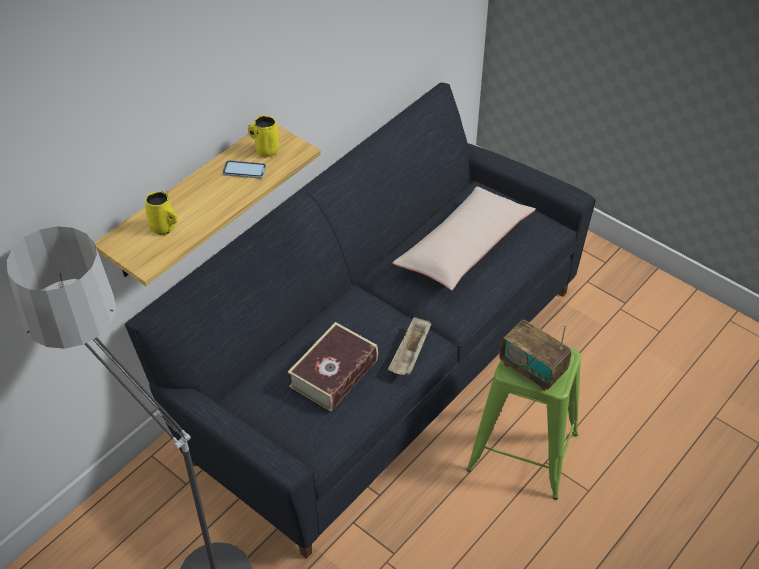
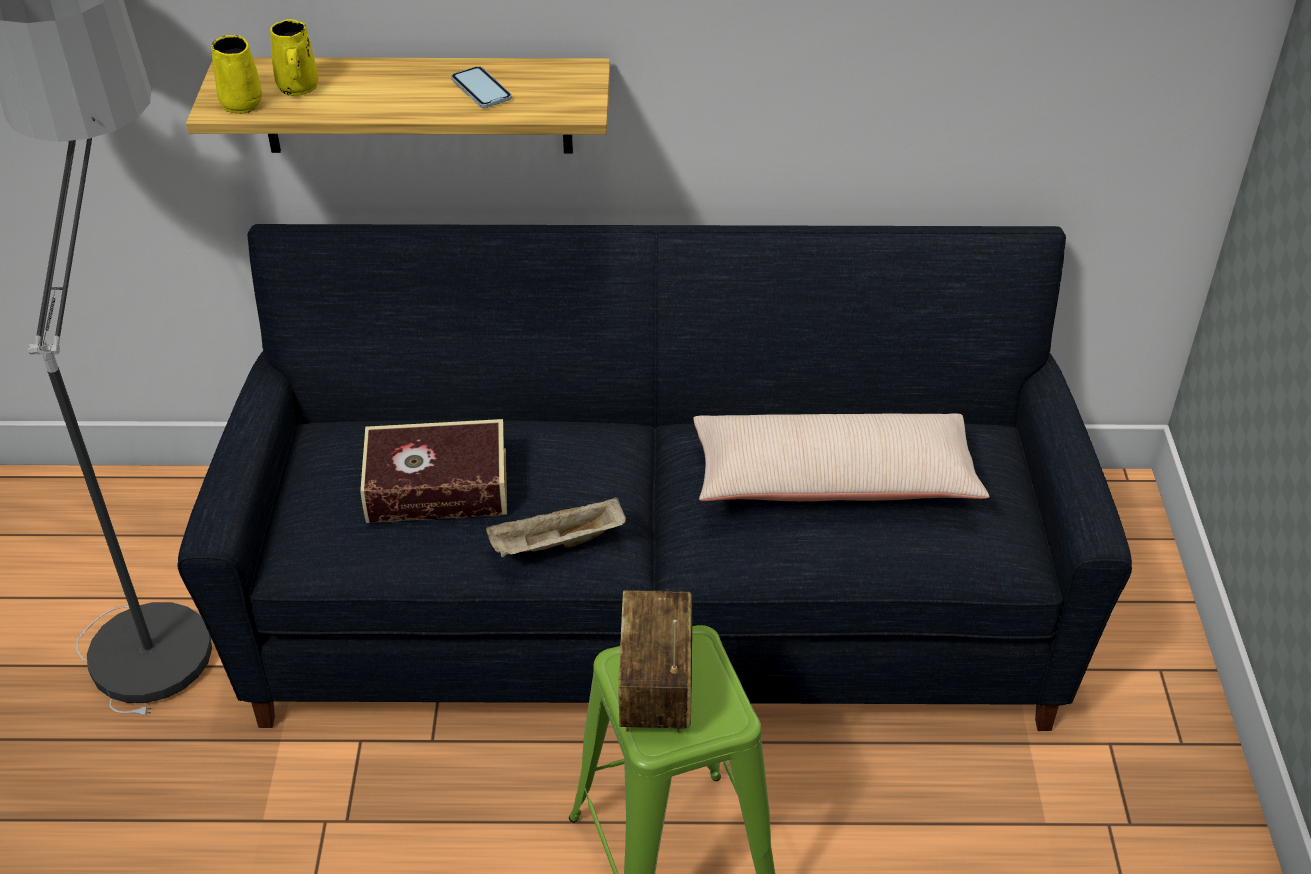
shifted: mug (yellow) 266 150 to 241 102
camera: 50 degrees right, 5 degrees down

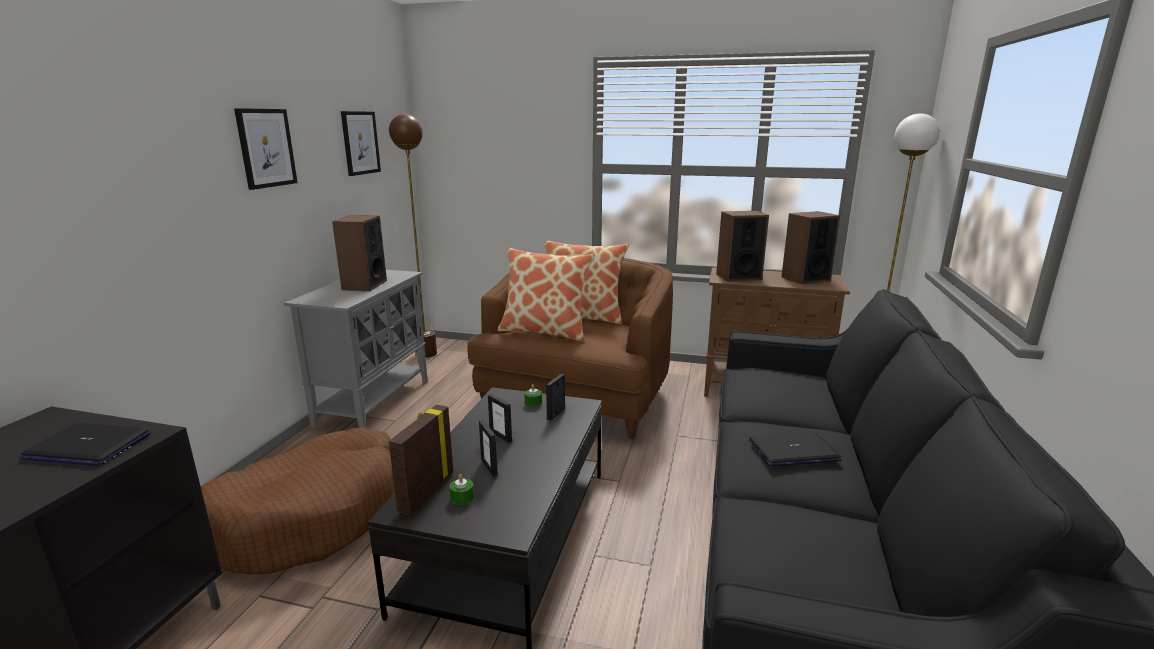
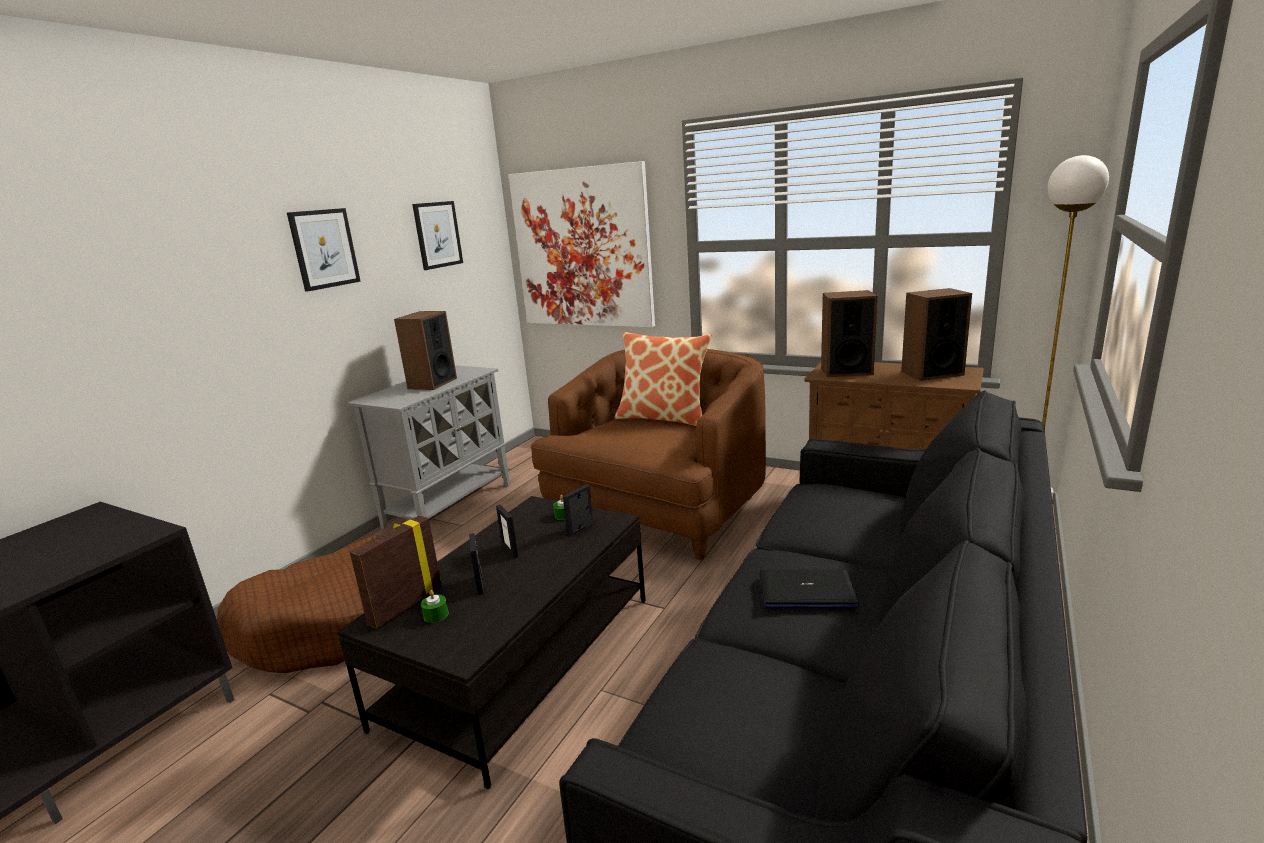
gone: laptop 87 446; floor lamp (brown) 426 354; pillow 545 331
new: picture 582 248
camera: 15 degrees right, 0 degrees up

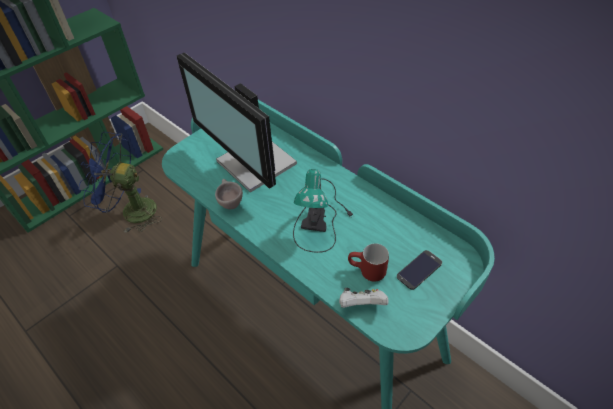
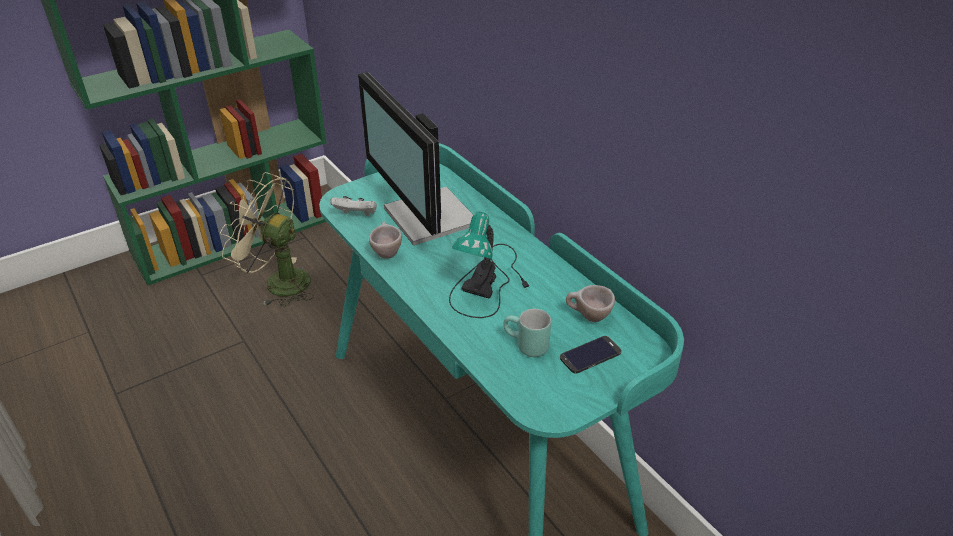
new: cup (beige) 588 317
shifted: game controller (white) 361 305 to 356 215
repainted: fan (blue) 131 211 to fan (beige) 278 282; mug (red) 367 272 to mug (turquoise) 525 347
camera: 10 degrees right, 10 degrees down

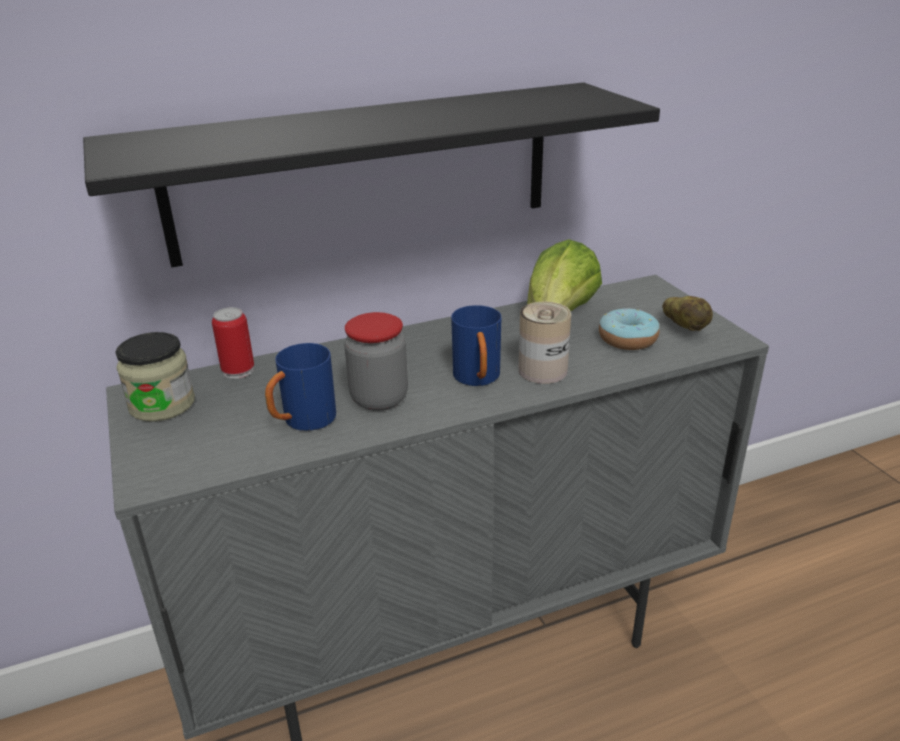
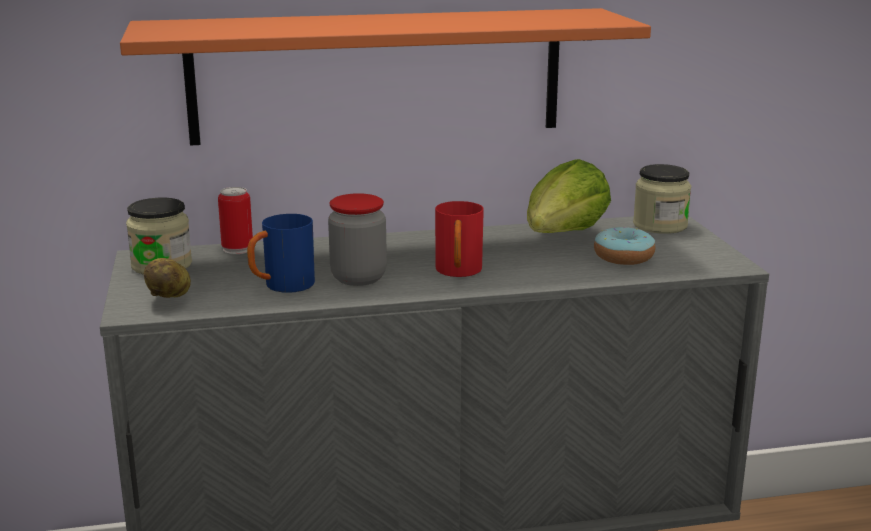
gone: can 542 371
new: jar 660 225
shifted: potato 684 328 to 171 296
repainted: shelf (black) 364 172 to shelf (orange) 377 76; mug (blue) 478 380 to mug (red) 458 273
camera: 10 degrees right, 10 degrees down

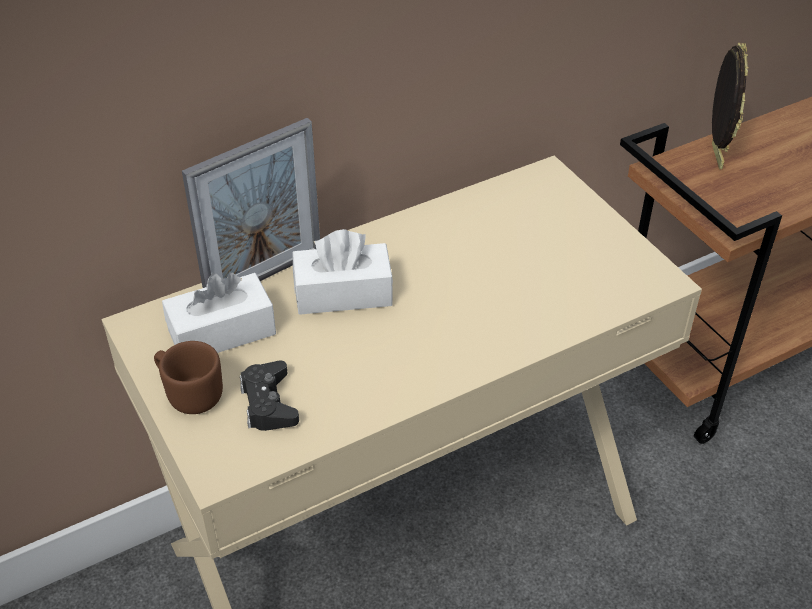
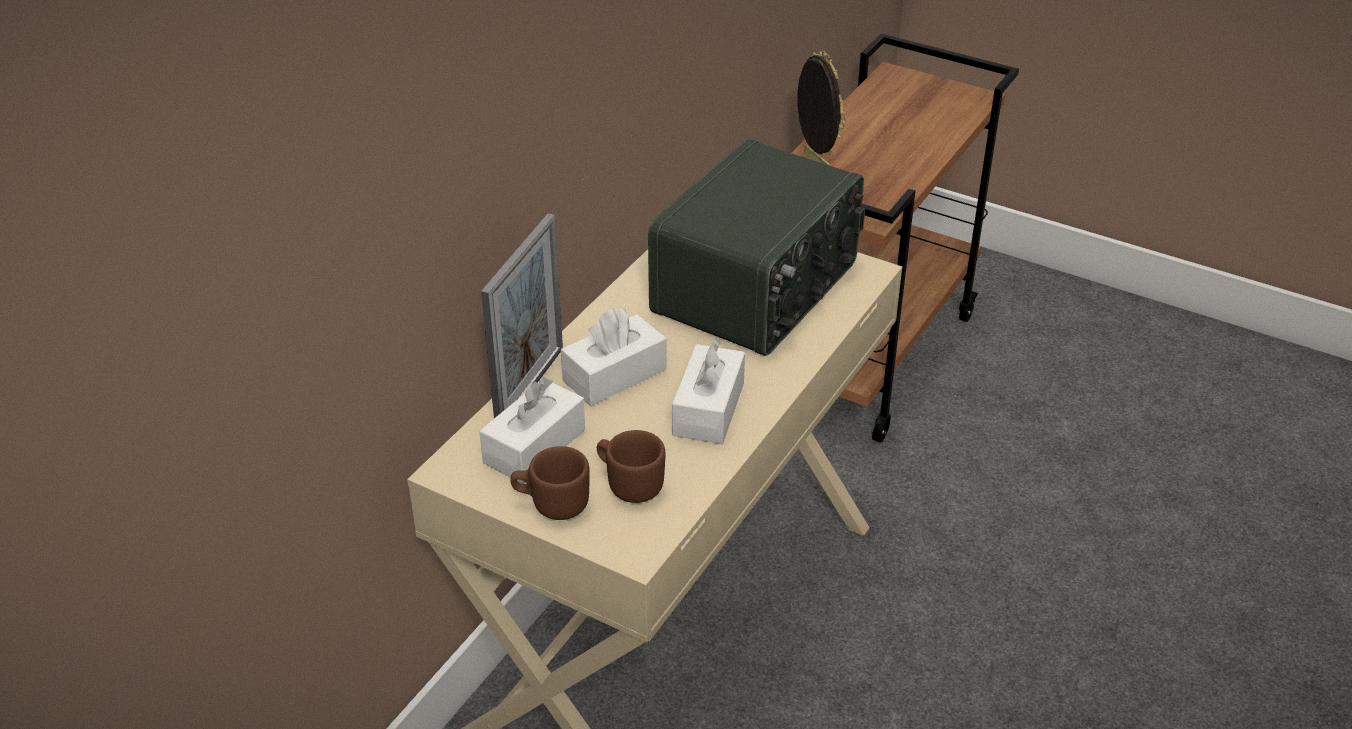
new: radio 758 289; tissue box (white) 708 409
swapped: game controller (black) 269 403 to mug (brown) 629 483
camera: 30 degrees left, 5 degrees down

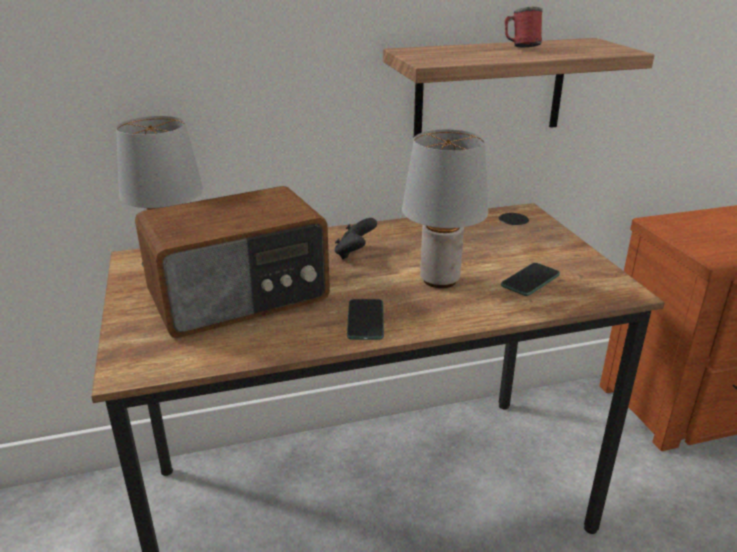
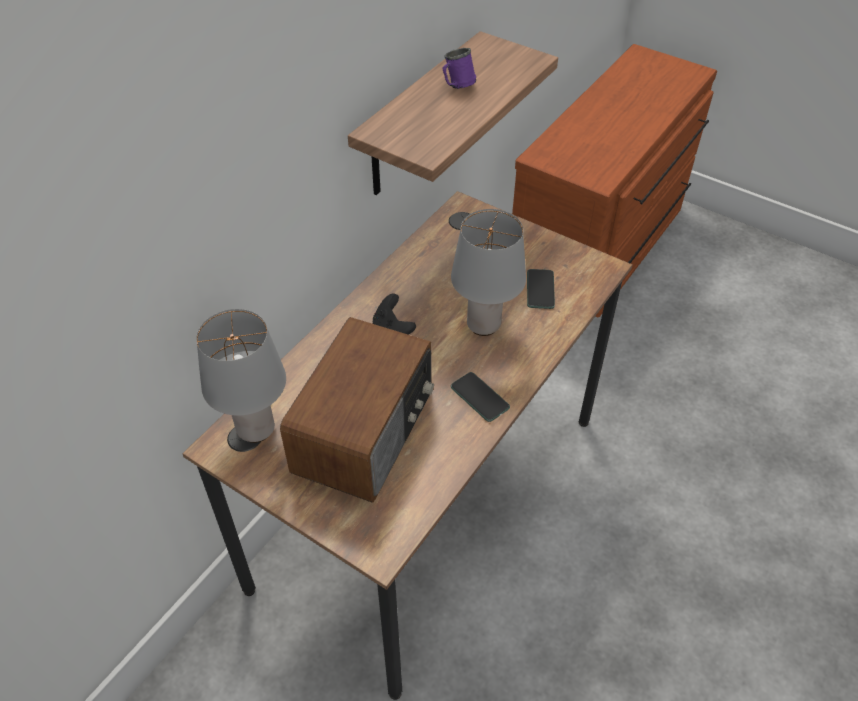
repainted: mug (red) 520 48 to mug (purple) 457 87
camera: 40 degrees left, 20 degrees up

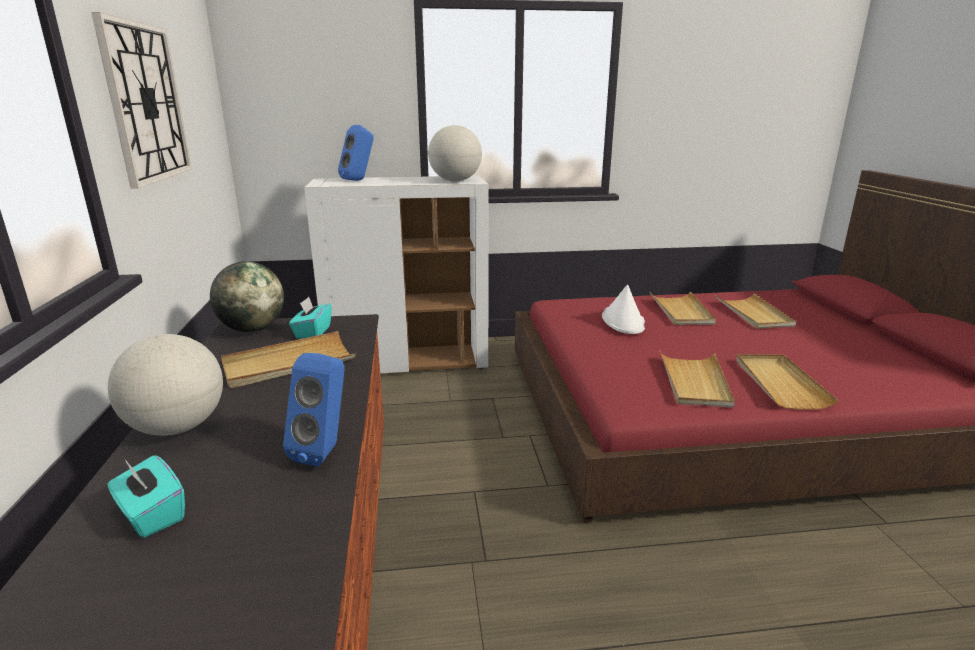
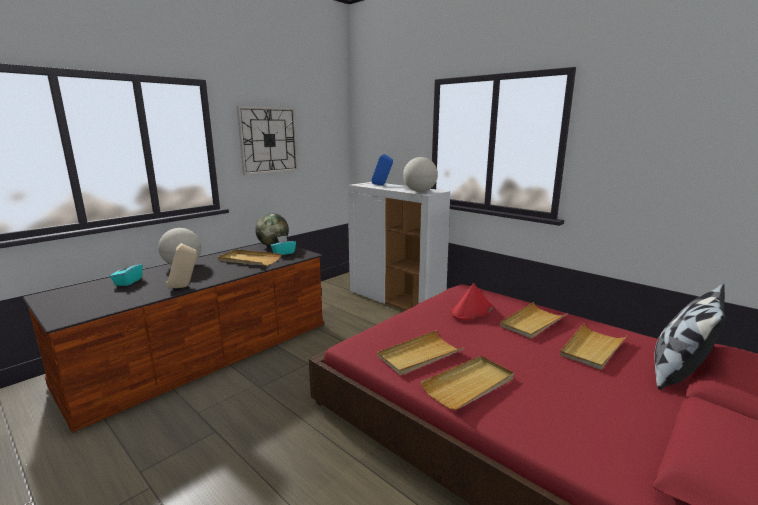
new: pillow 678 372
repainted: speaker (blue) 325 451 to speaker (beige) 184 287; hat (white) 623 321 to hat (red) 471 311
camera: 50 degrees right, 5 degrees down

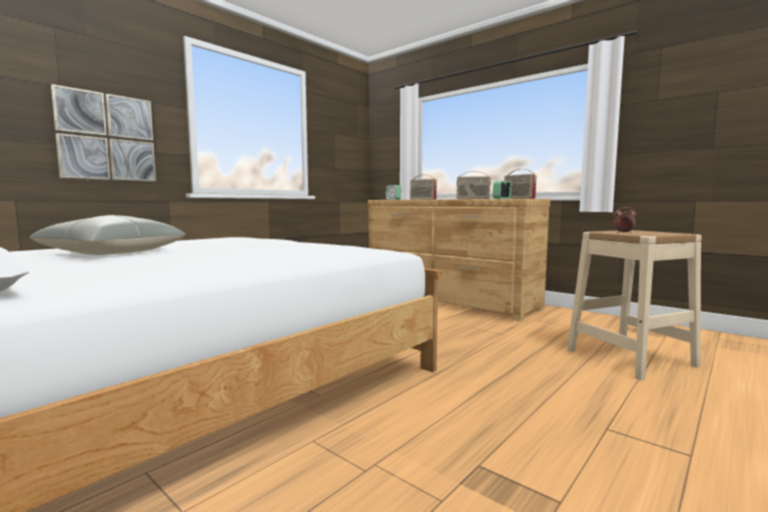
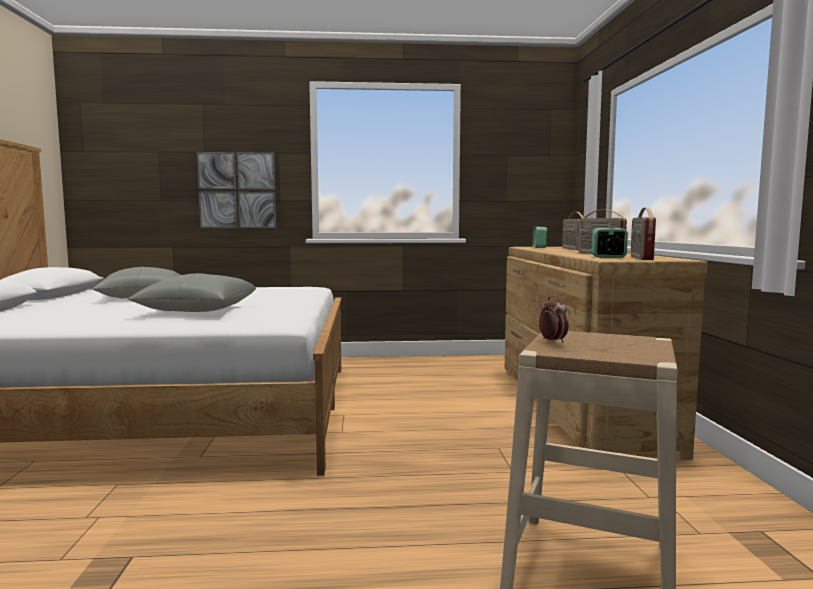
new: pillow (grey) 197 309
camera: 45 degrees right, 0 degrees up

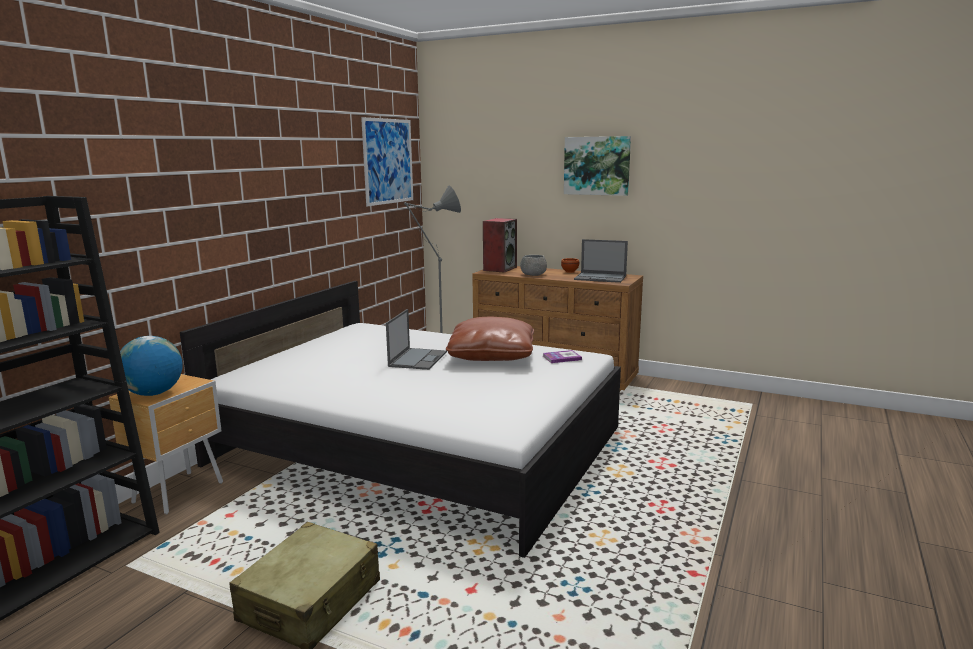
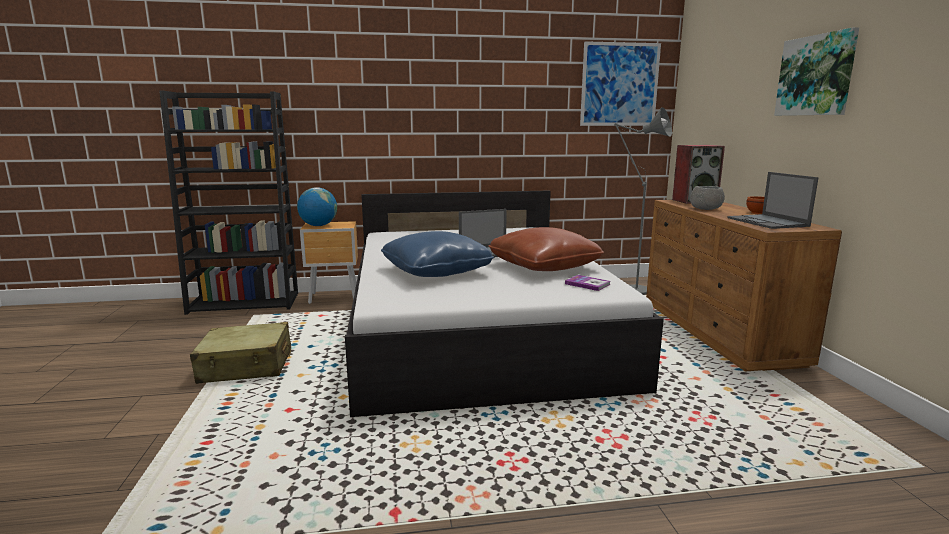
new: pillow (blue) 436 271
camera: 55 degrees right, 0 degrees up

